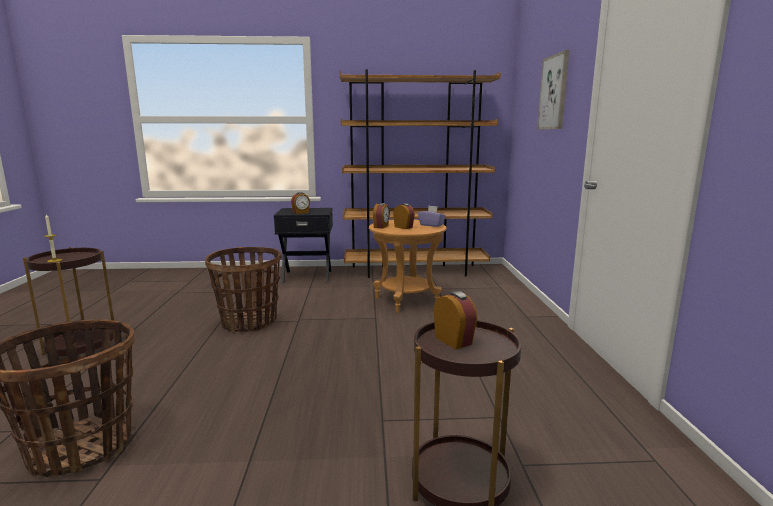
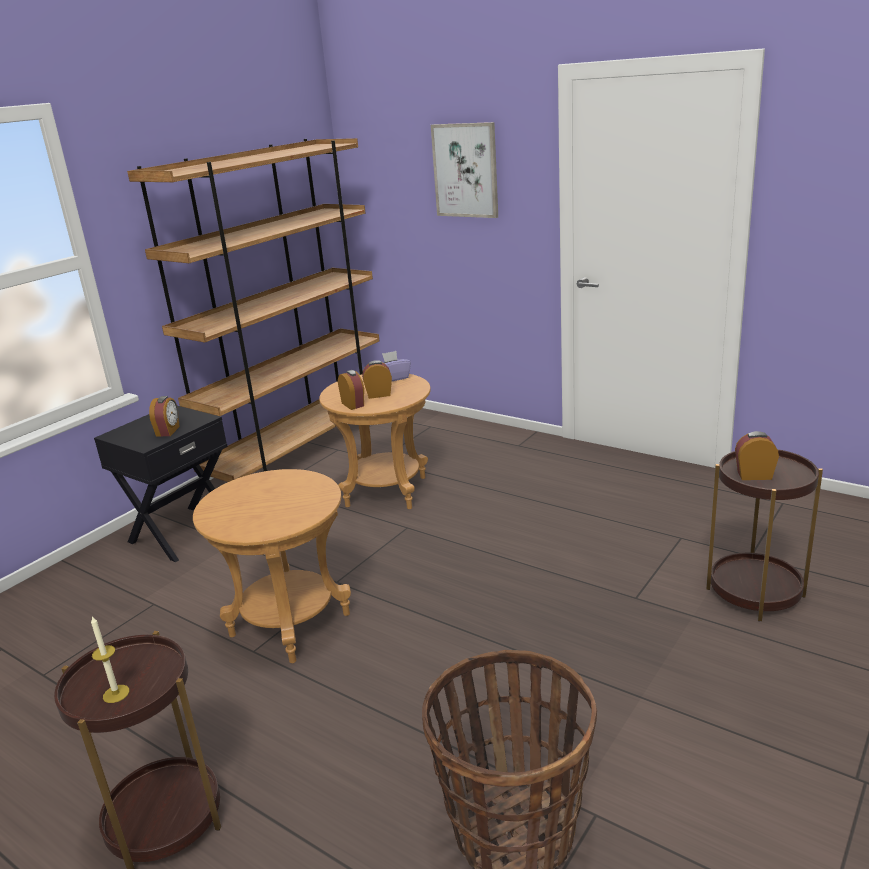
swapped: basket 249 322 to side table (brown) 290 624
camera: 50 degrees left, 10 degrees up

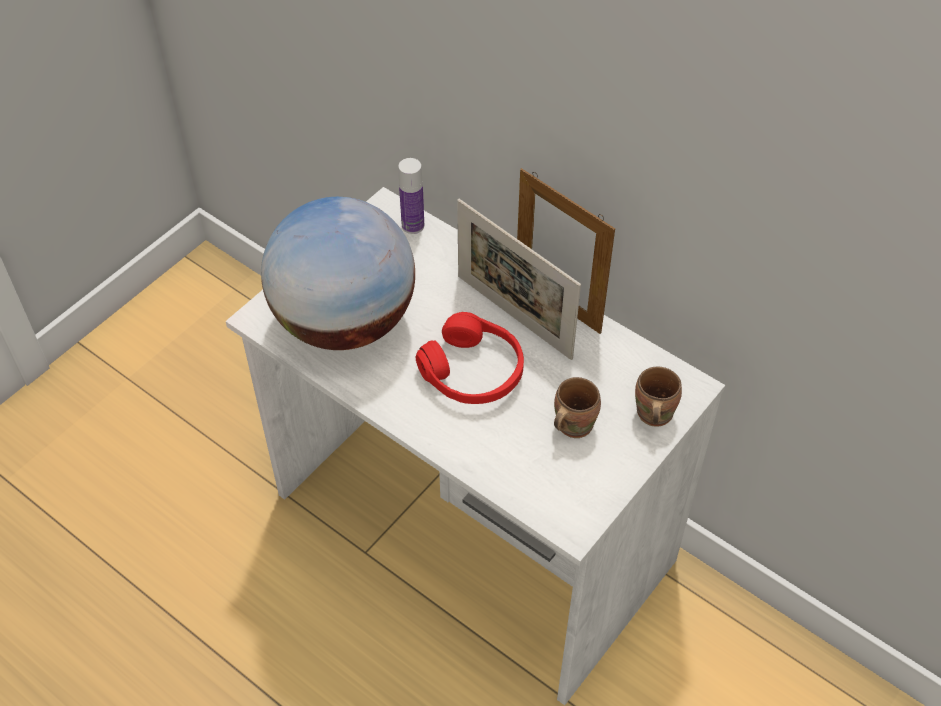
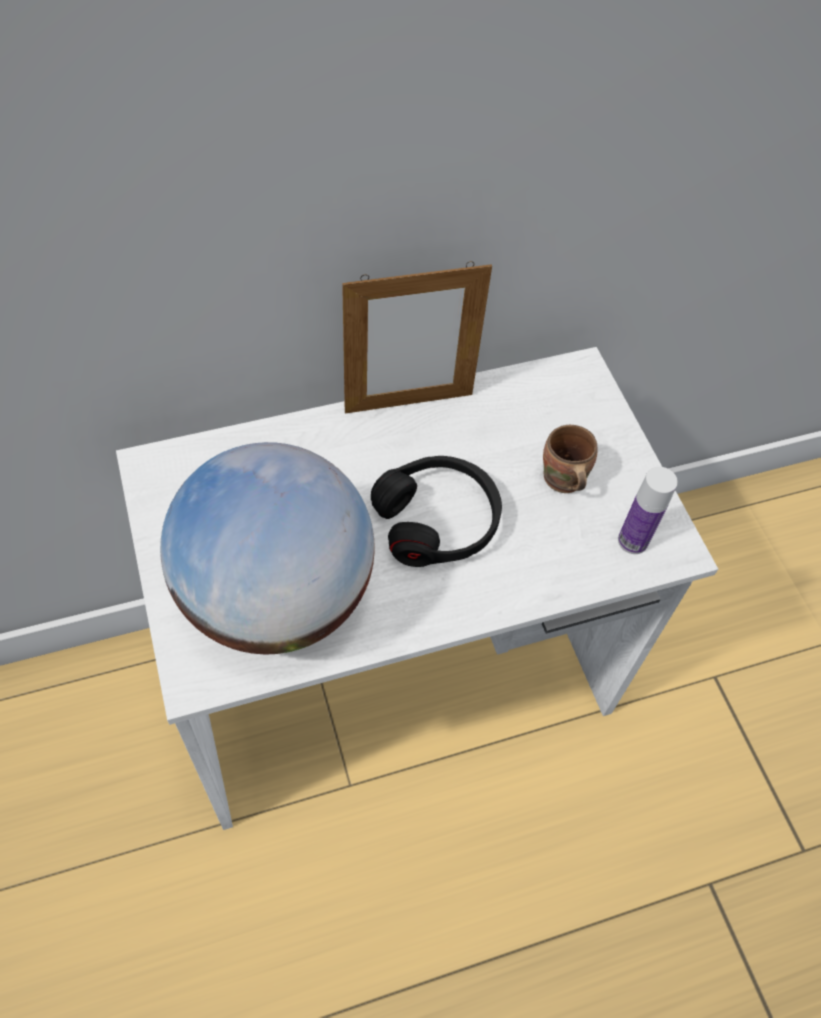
gone: picture frame 514 316; mug (brown) 652 415
shifted: bottle 413 225 to 632 541
repainted: headphones (red) 473 371 to headphones (black) 437 520
camera: 60 degrees left, 5 degrees up

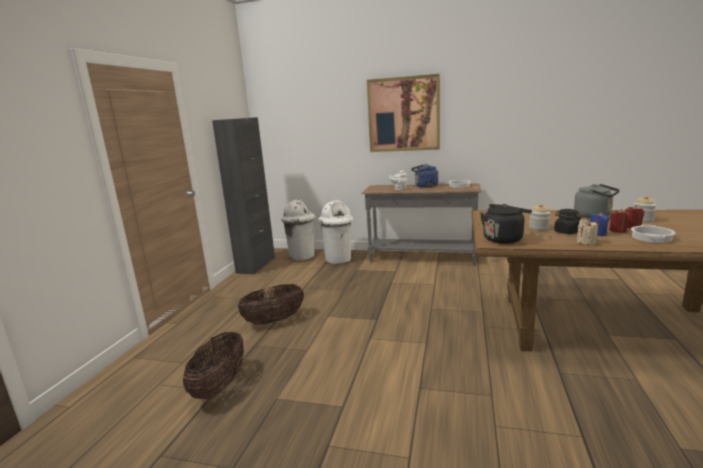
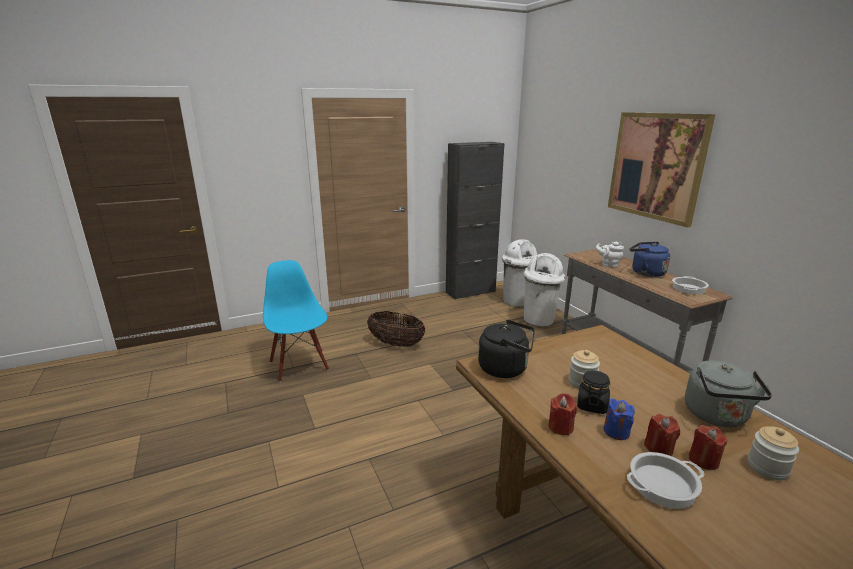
swapped: basket 220 385 to chair (blue) 300 365
repainted: candle (beige) 585 242 to candle (red) 560 427
camera: 50 degrees right, 5 degrees up

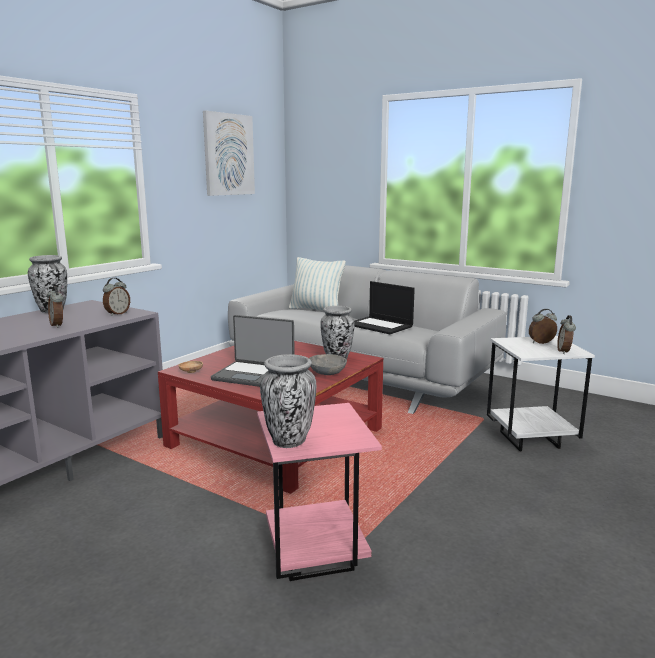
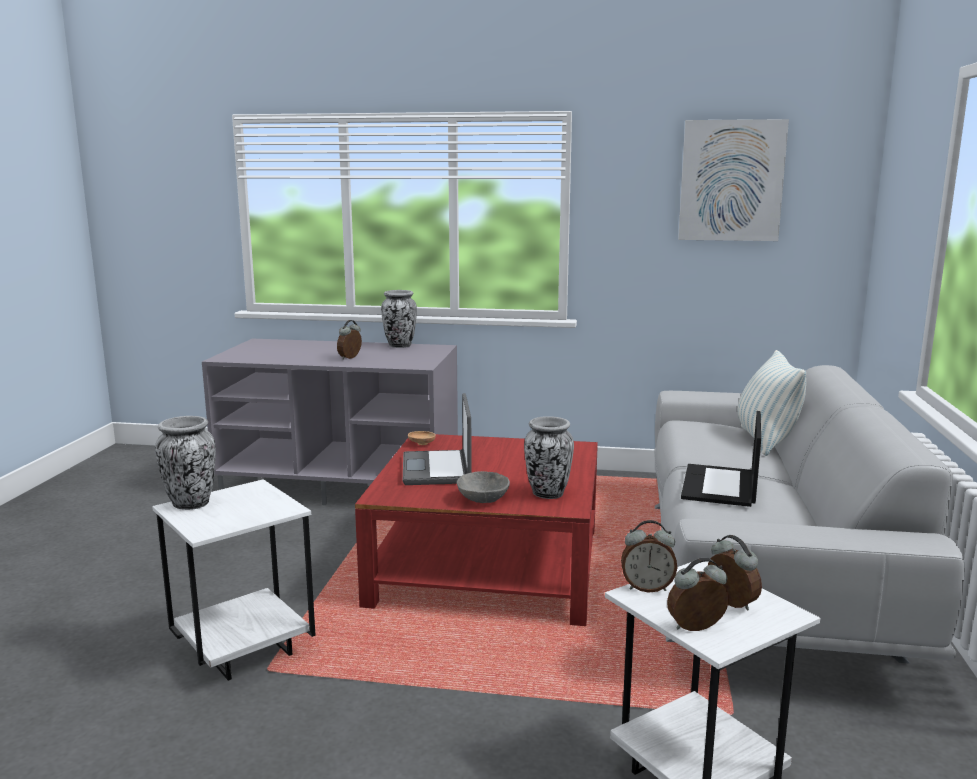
shifted: alarm clock 117 314 to 647 588
repainted: side table (pink) 313 557 to side table (white) 243 652
camera: 65 degrees right, 0 degrees up

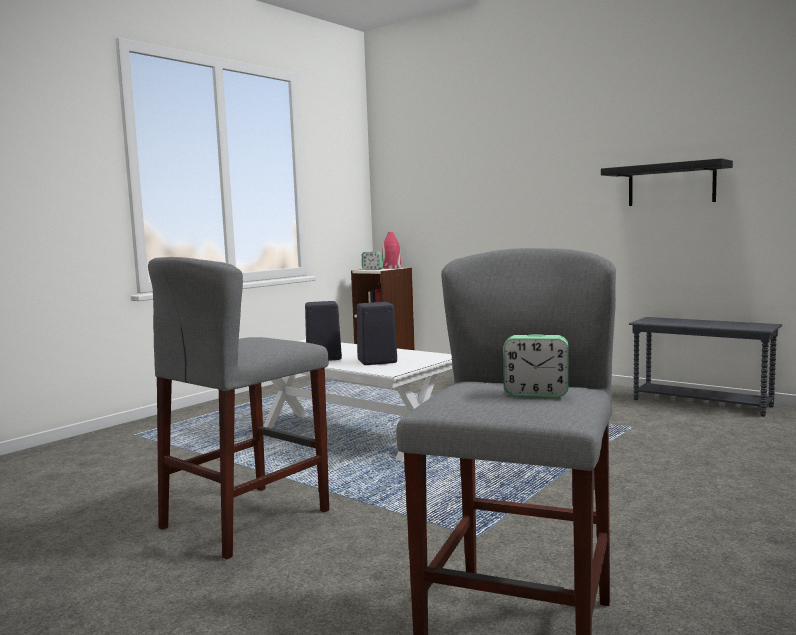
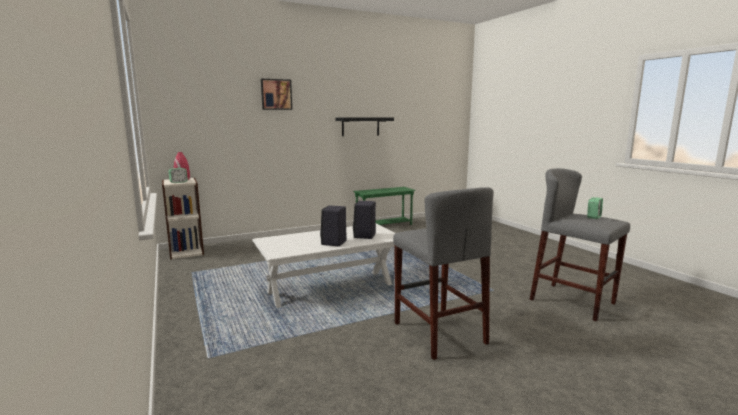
new: picture 276 94
repainted: side table (grey) 701 403 to side table (green) 384 225
camera: 65 degrees left, 5 degrees up

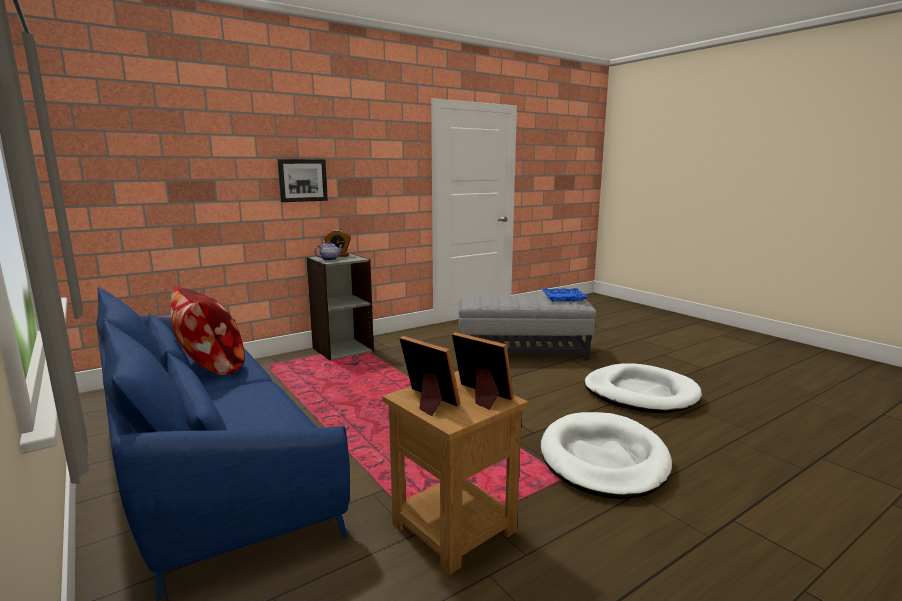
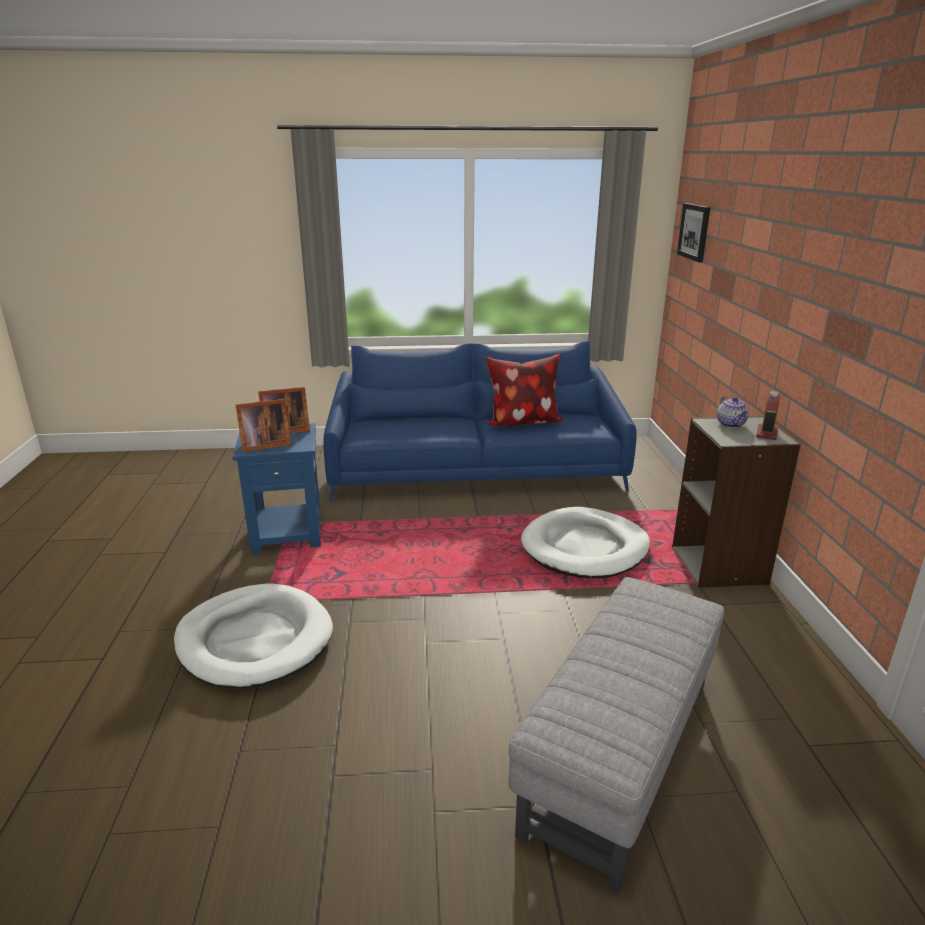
gone: tray (blue) 563 297
shifted: picture 302 180 to 694 232; dog bed (white) 640 393 to 585 548
repainted: side table (brown) 452 527 to side table (blue) 288 534
camera: 120 degrees right, 10 degrees up

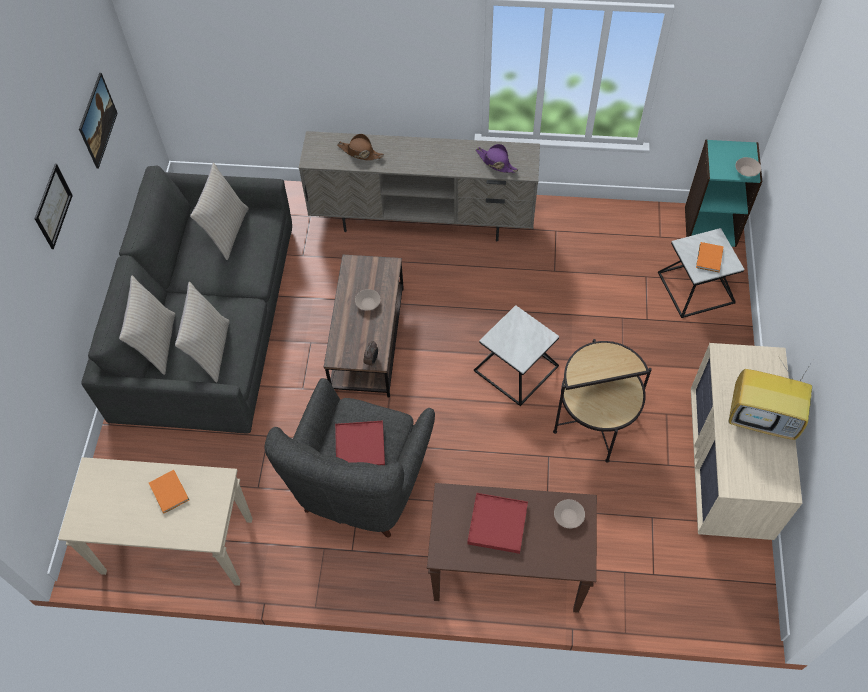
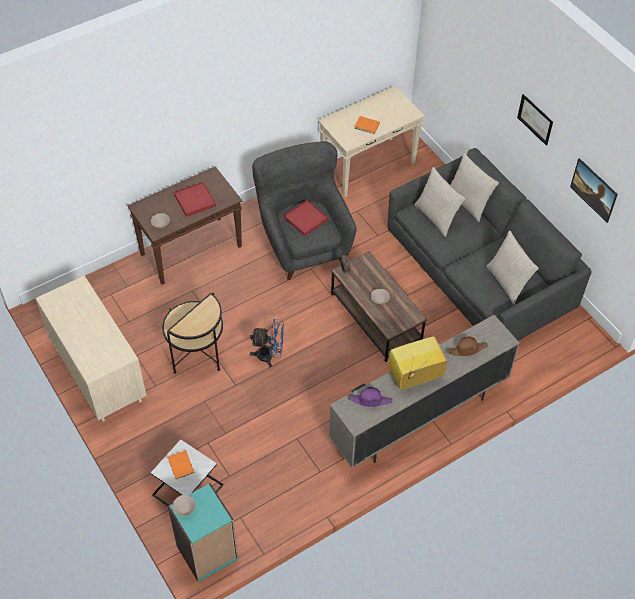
shifted: television 763 418 to 414 376
swapped: side table 516 369 to fan (blue) 269 356
camera: 140 degrees right, 5 degrees down

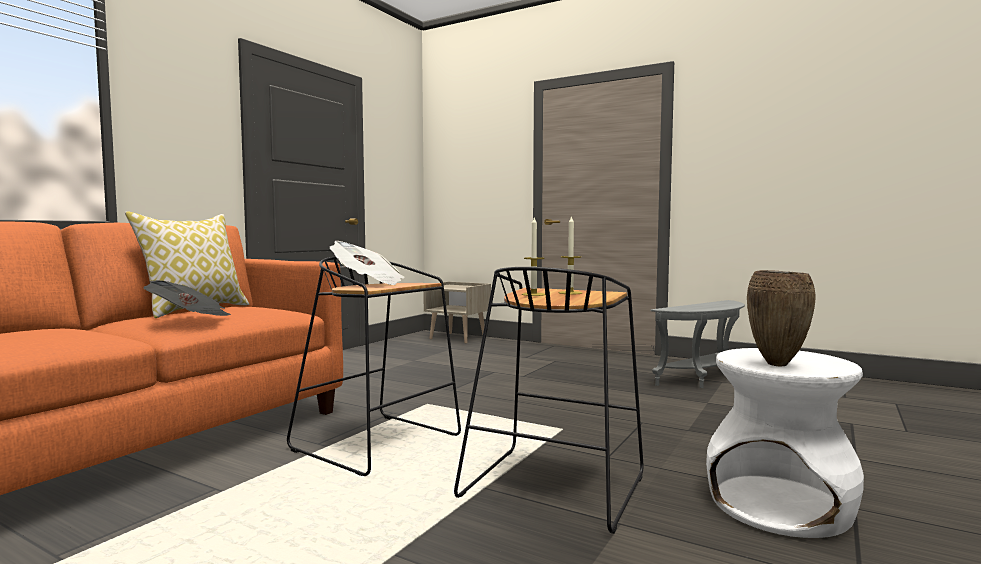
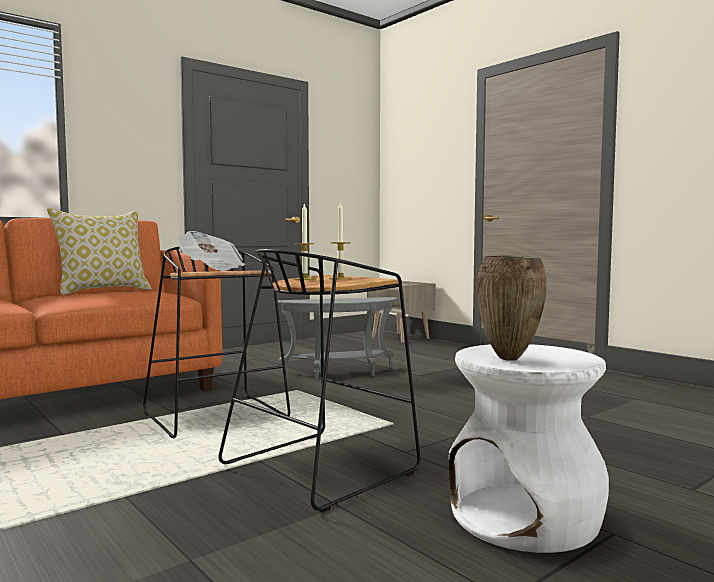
gone: newspaper 191 320
shifted: side table (grey) 704 379 to 341 373
camera: 20 degrees right, 0 degrees up

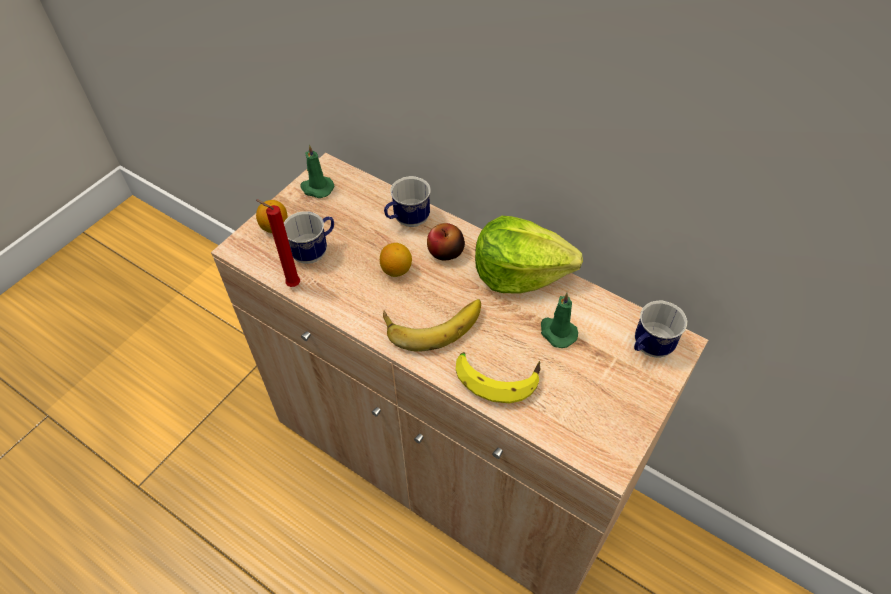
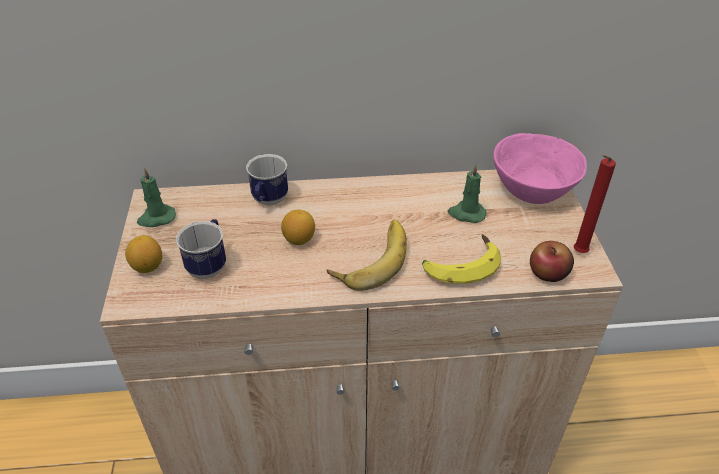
gone: lettuce 519 273
shifted: candle (red) 291 284 to 577 253; apple 445 252 to 548 273
swapped: mug 648 348 to bowl (pink) 533 190
camera: 40 degrees left, 10 degrees down

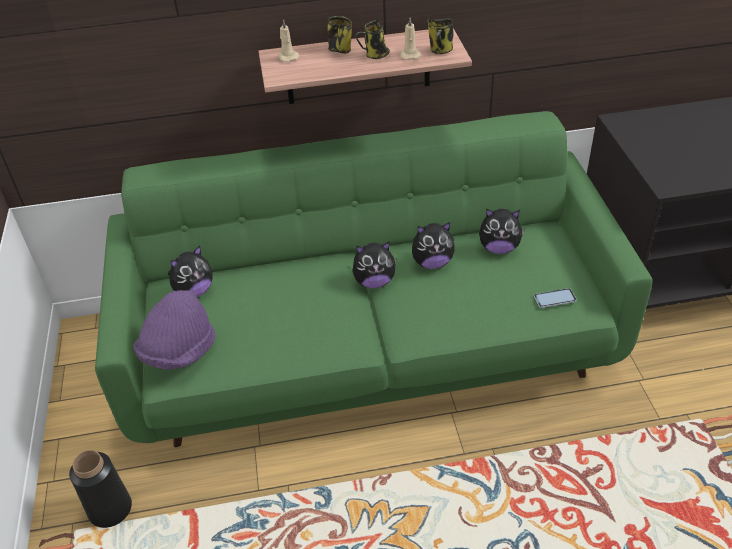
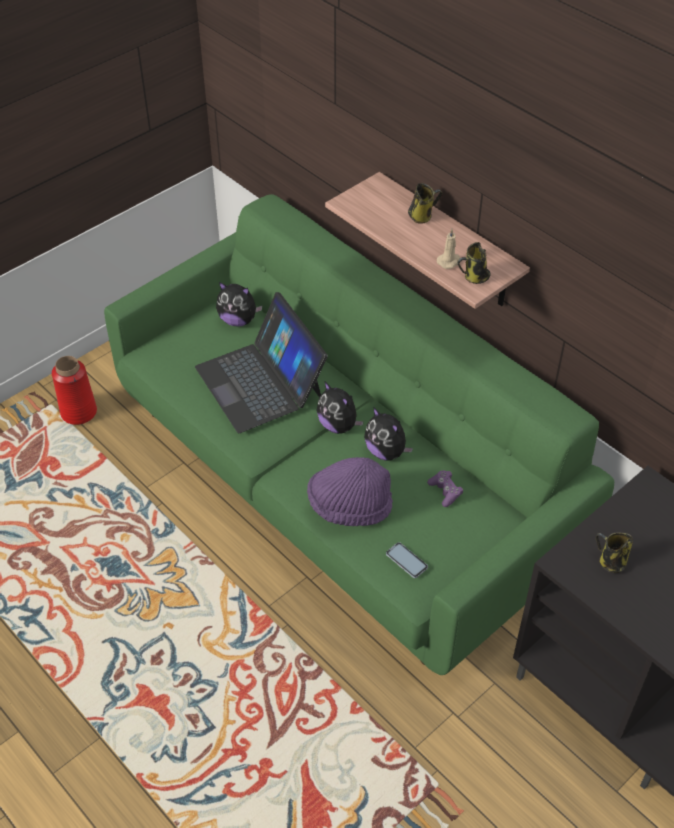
gone: candle (beige) 287 57
new: laptop 260 382
shifted: hat (purple) 179 351 to 349 506; mug 375 55 to 610 562
swapped: plush toy 499 248 to game controller (purple) 445 491
repainted: vase (black) 110 509 to vase (red) 79 412
camera: 55 degrees right, 5 degrees up

